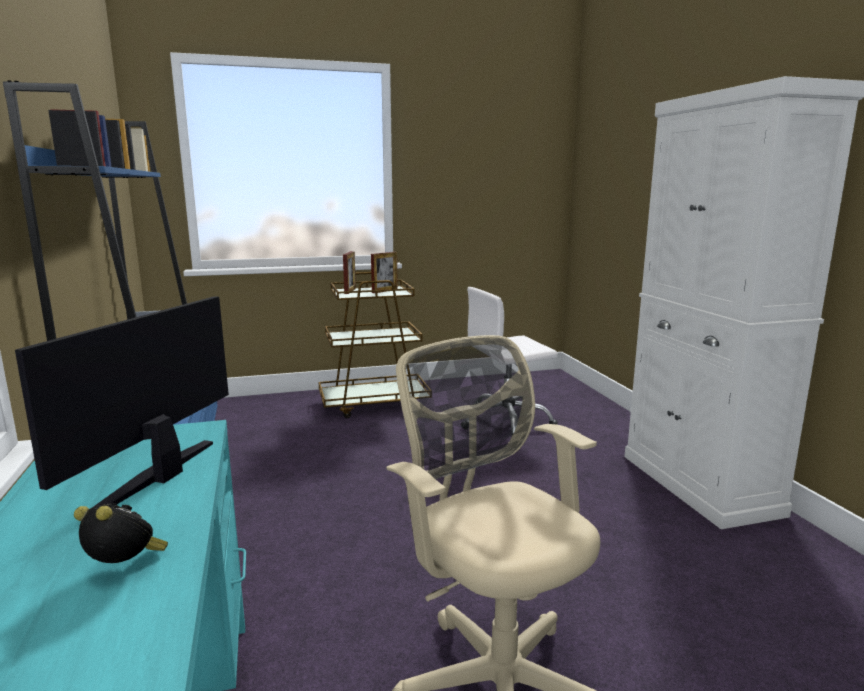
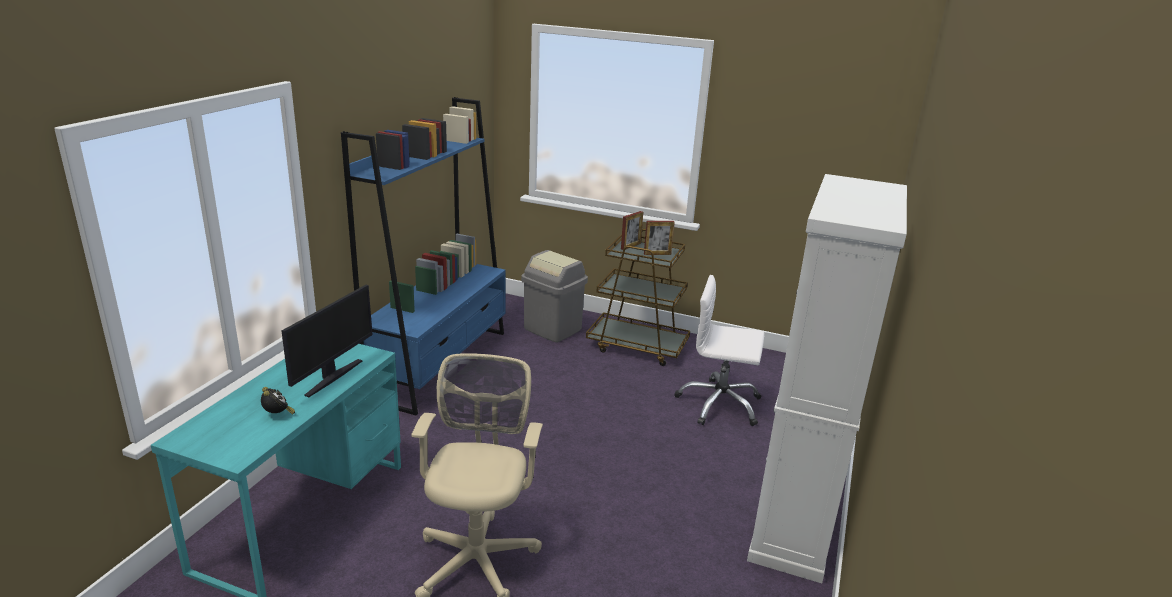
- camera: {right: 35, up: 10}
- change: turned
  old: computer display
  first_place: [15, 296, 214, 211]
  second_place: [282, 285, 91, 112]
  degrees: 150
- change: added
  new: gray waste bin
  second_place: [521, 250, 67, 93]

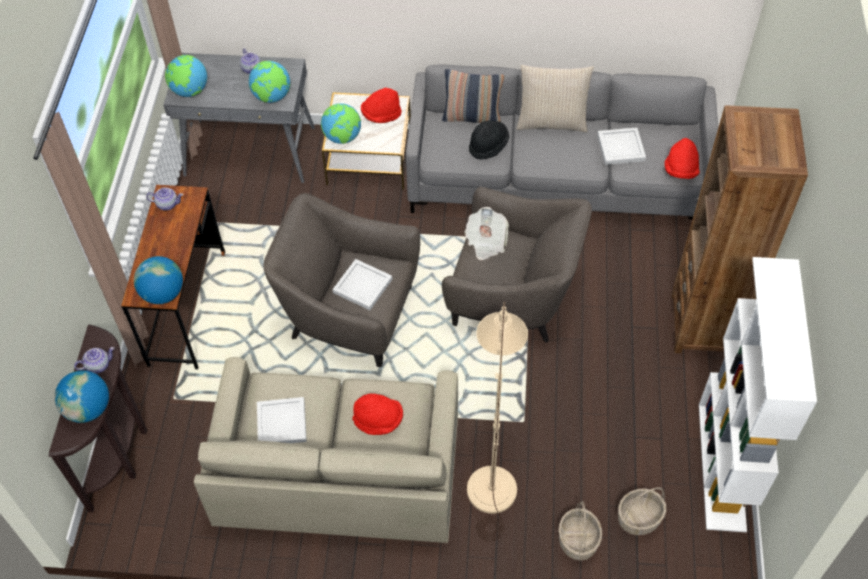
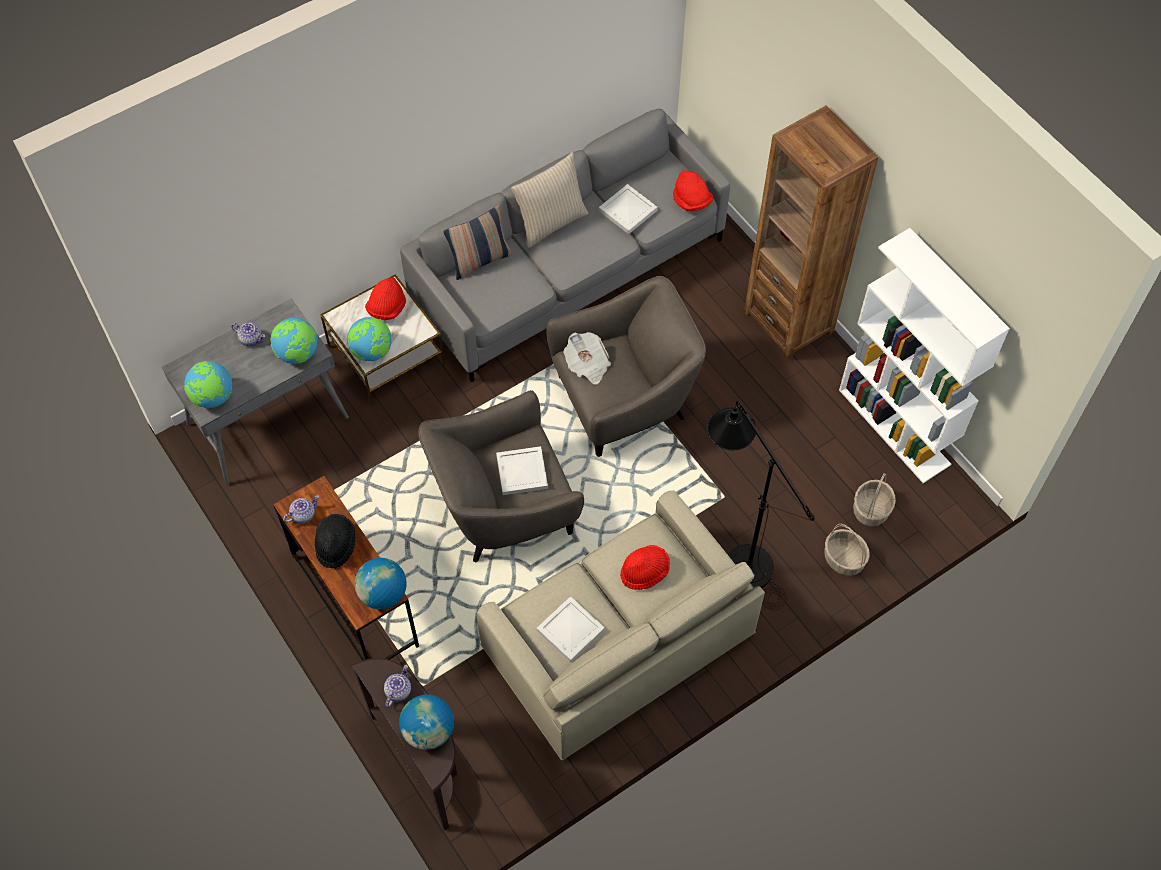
- camera: {right: -40, up: 5}
- change: moved
  old: black-coloured wearable hat
  first_place: [469, 120, 40, 40]
  second_place: [314, 514, 41, 55]
- change: recoloured
  old: beige-coloured standard lamp
  new: black-coloured standard lamp
  first_place: [467, 302, 61, 239]
  second_place: [707, 401, 108, 209]

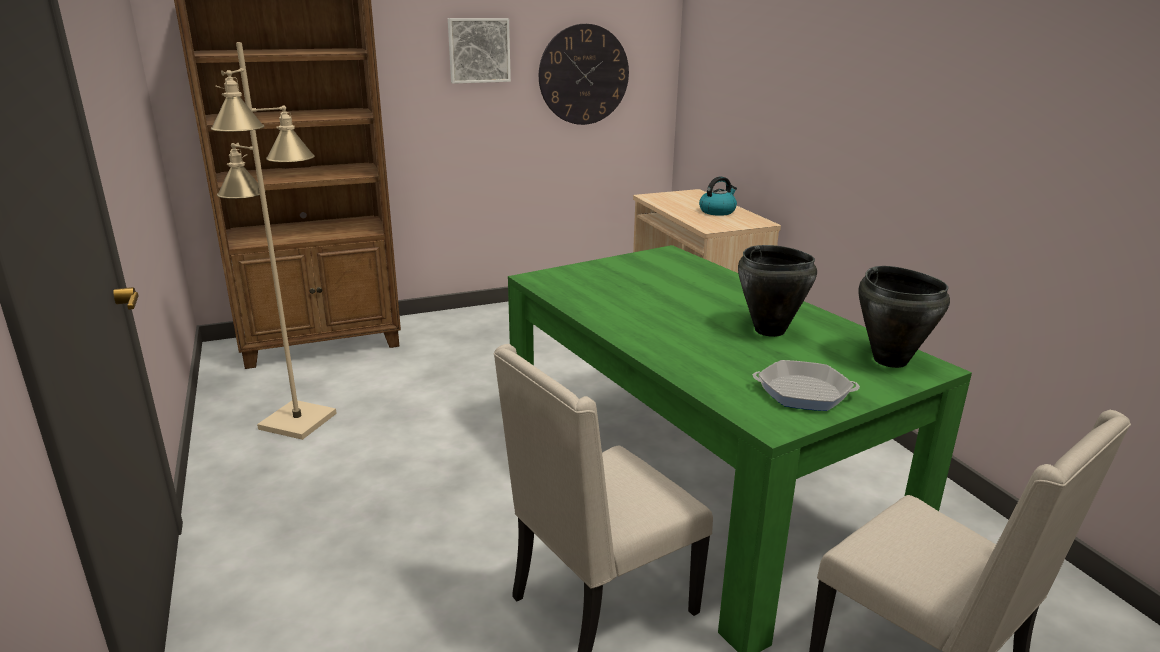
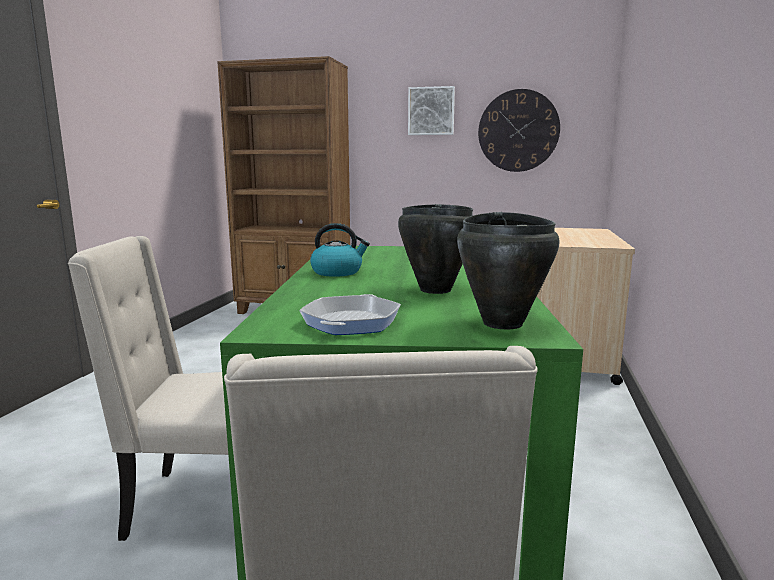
- camera: {right: 35, up: -10}
- change: removed
  old: beige-coloured standard lamp
  first_place: [211, 42, 126, 398]
- change: moved
  old: kettle
  first_place: [699, 176, 38, 40]
  second_place: [310, 223, 60, 54]
- change: turned
  old: frying pan
  first_place: [753, 360, 107, 51]
  second_place: [299, 294, 102, 41]
  degrees: -120

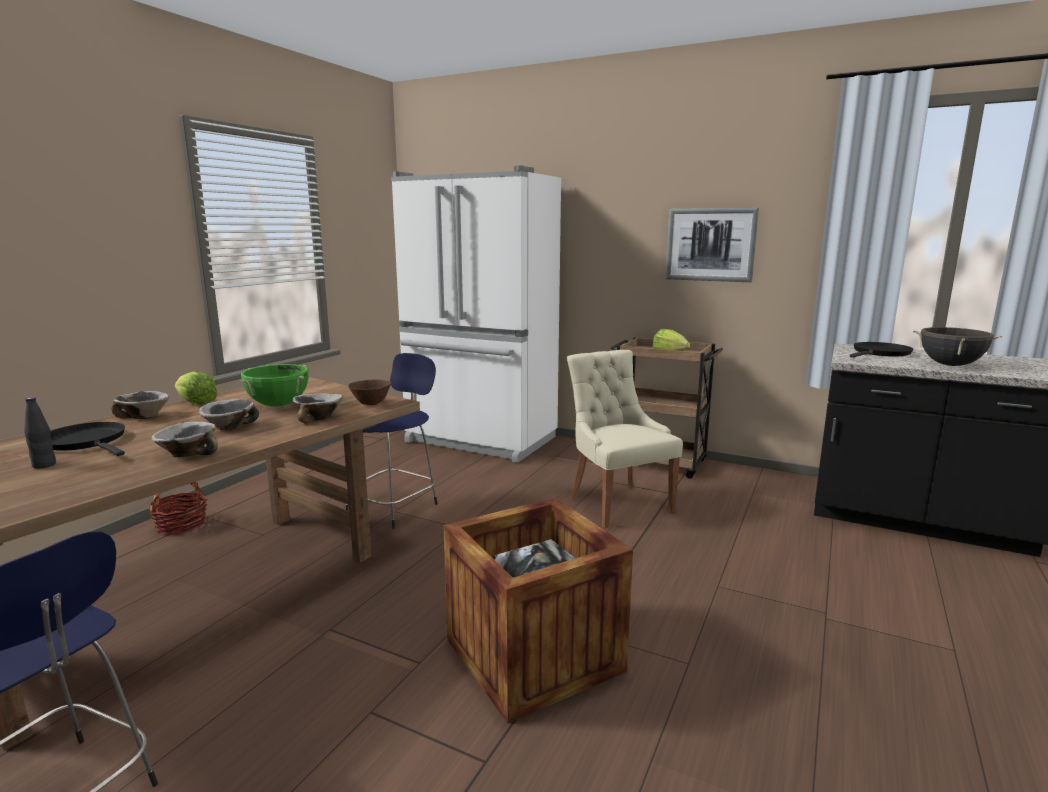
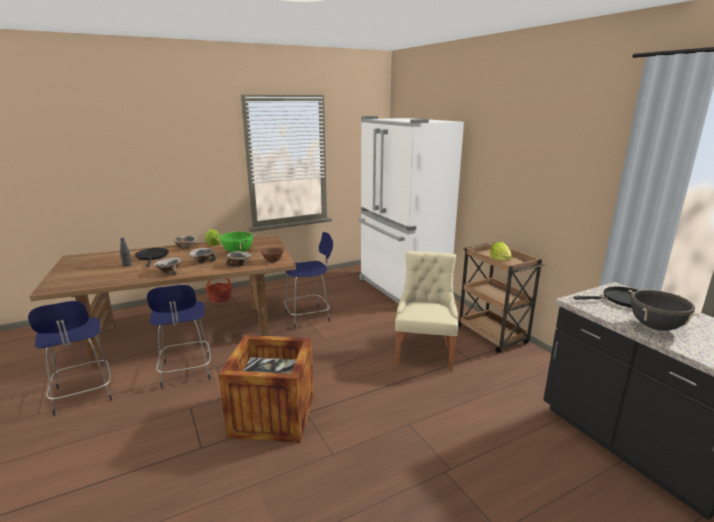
- camera: {right: 35, up: 5}
- change: removed
  old: picture
  first_place: [665, 208, 94, 74]
- change: added
  new: blue-coloured sitting stool
  second_place: [147, 285, 64, 103]

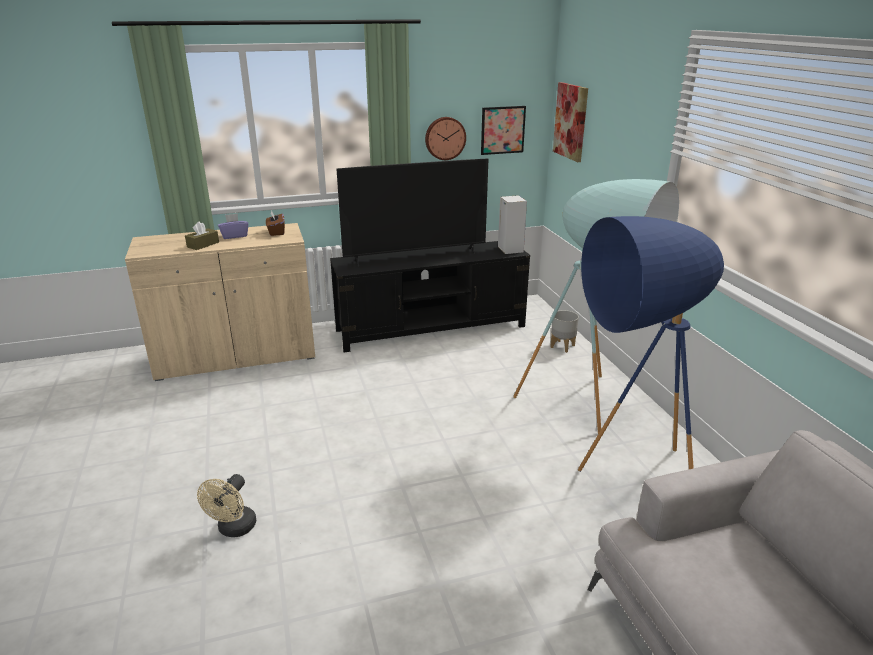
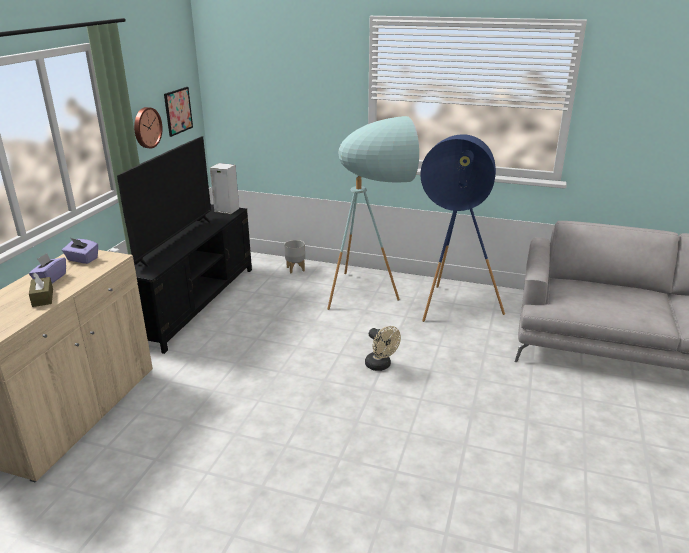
- camera: {right: -55, up: 0}
- change: removed
  old: picture
  first_place: [553, 82, 35, 80]
- change: recoloured
  old: brown box of tissues
  new: purple box of tissues
  first_place: [266, 210, 19, 26]
  second_place: [62, 238, 36, 26]
- change: moved
  old: beige-coloured cooling fan
  first_place: [197, 474, 59, 63]
  second_place: [365, 326, 36, 45]

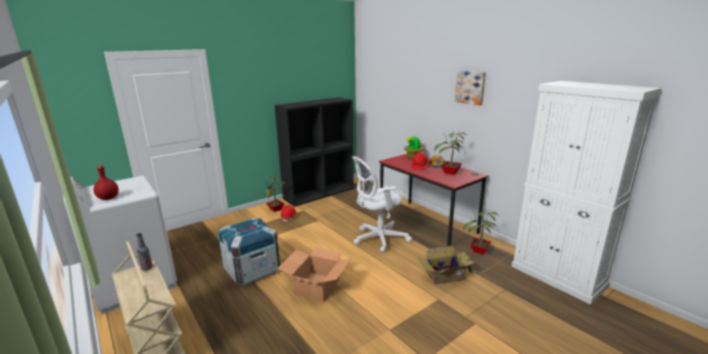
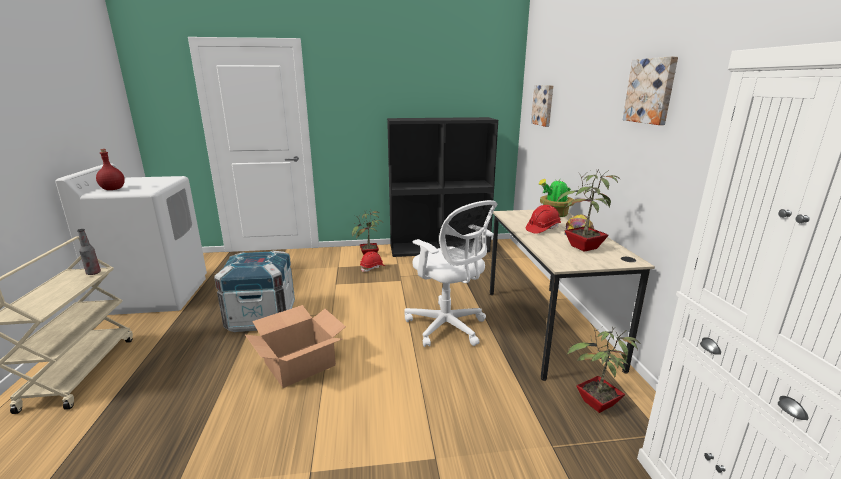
- camera: {right: 30, up: 0}
- change: recoloured
  old: red-coloured desk
  new: beige-coloured desk
  first_place: [379, 154, 110, 92]
  second_place: [490, 210, 165, 171]
- change: turned
  old: white-coloured desk chair
  first_place: [352, 156, 60, 97]
  second_place: [404, 200, 93, 147]
  degrees: -135
- change: removed
  old: carton
  first_place: [419, 245, 60, 39]
- change: added
  new: picture
  second_place: [531, 85, 23, 42]

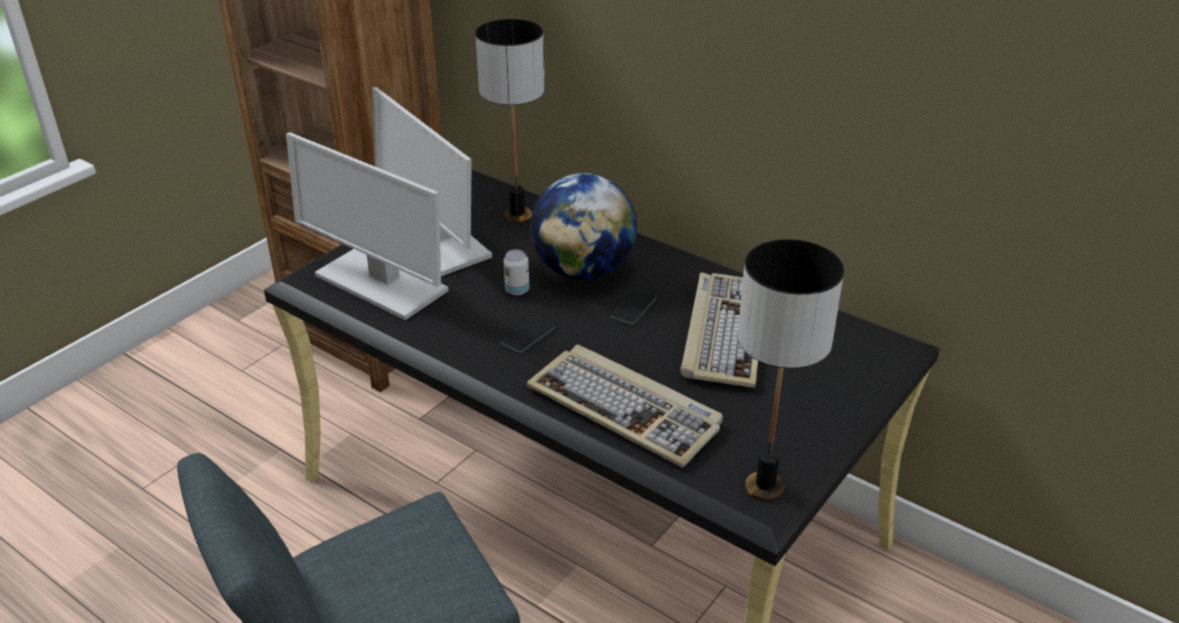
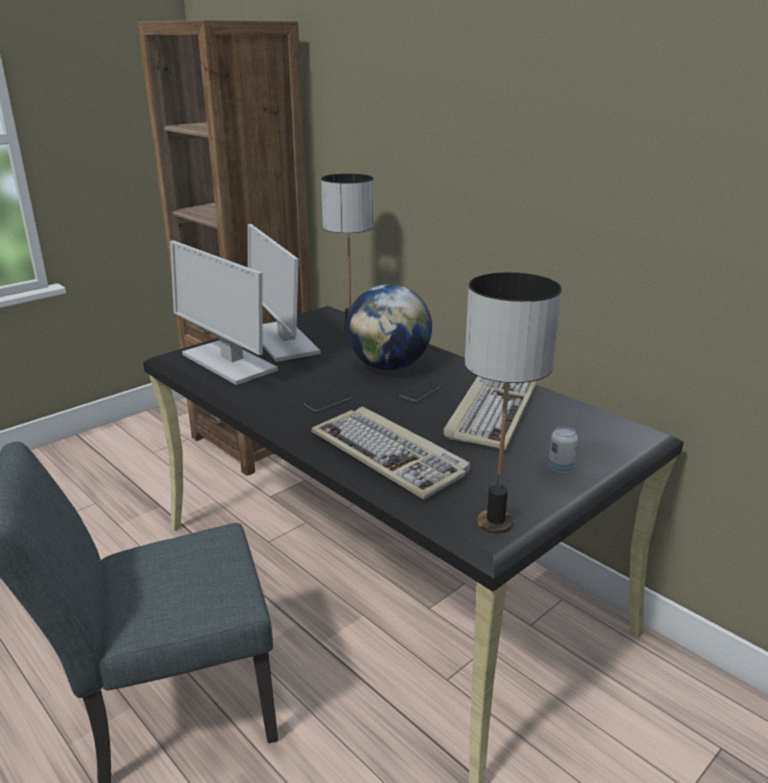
- camera: {right: 10, up: -10}
- change: moved
  old: sealed can
  first_place: [503, 249, 26, 46]
  second_place: [548, 426, 30, 48]

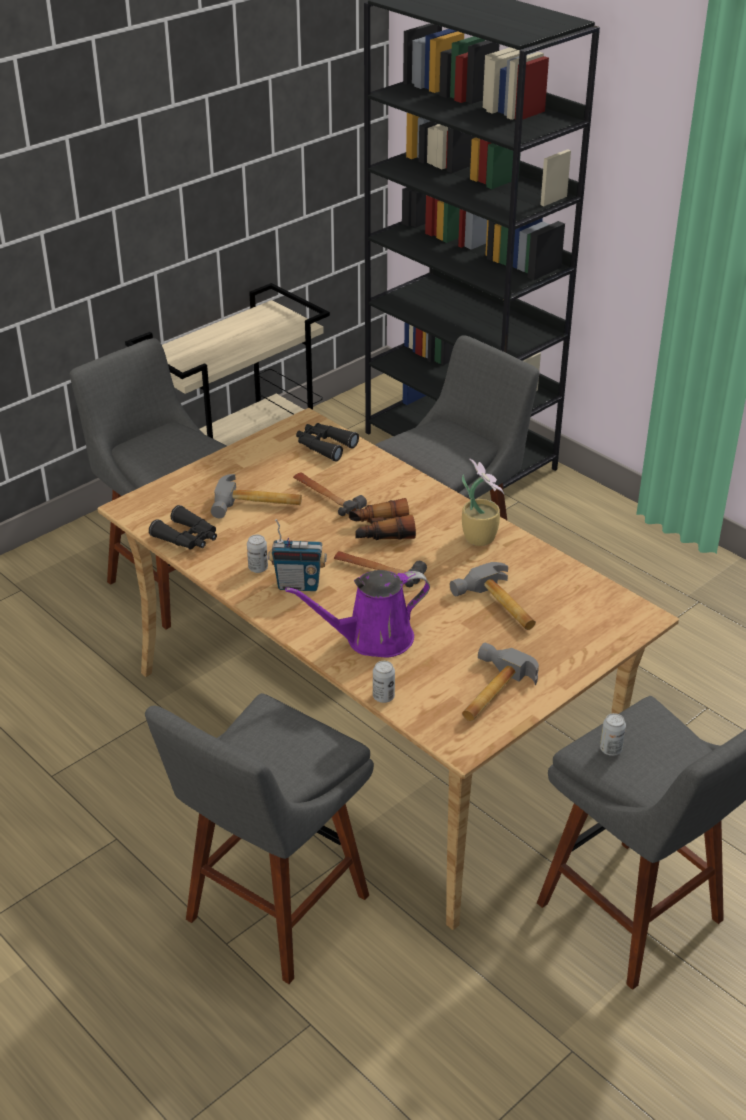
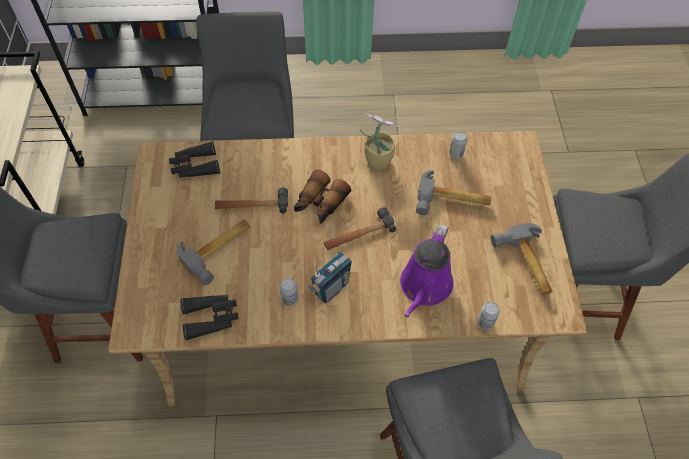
- camera: {right: -50, up: 20}
- change: moved
  old: sealed can
  first_place: [600, 713, 26, 43]
  second_place: [449, 131, 18, 28]

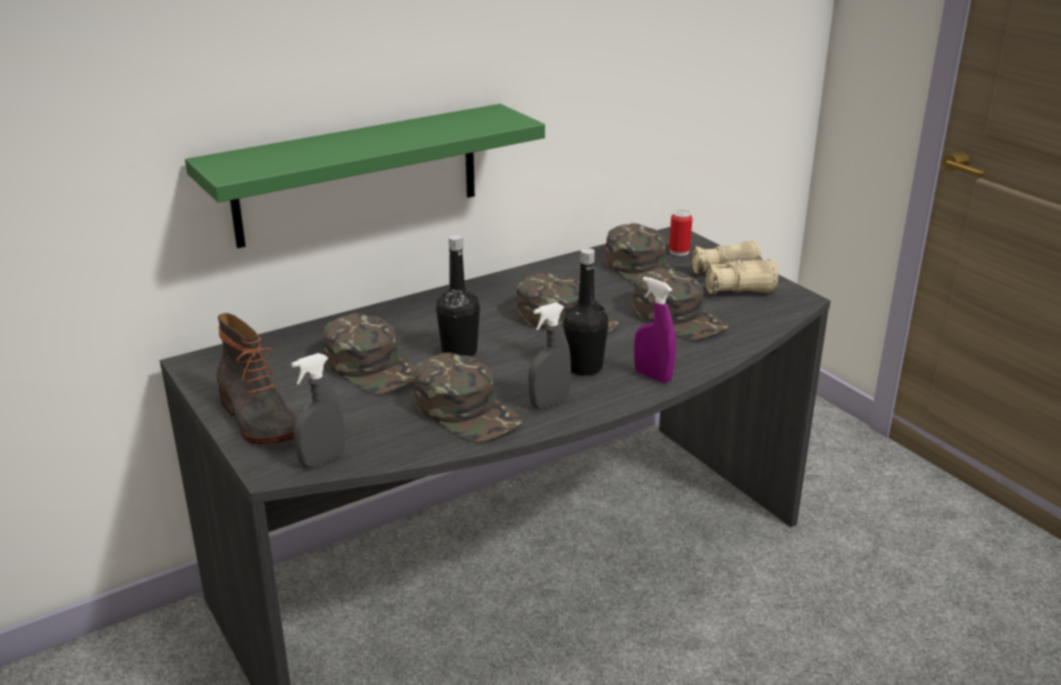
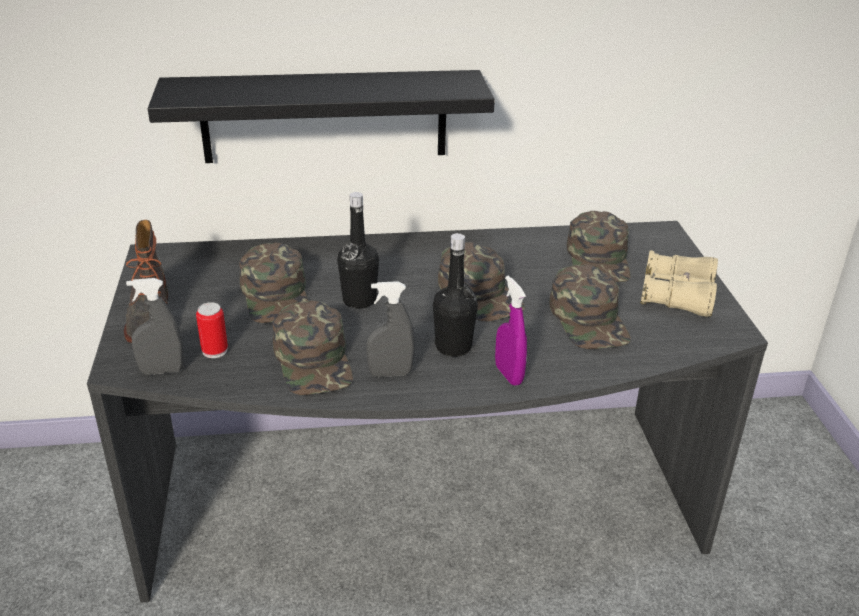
- camera: {right: 25, up: 5}
- change: recoloured
  old: green-coloured bracket shelf
  new: black-coloured bracket shelf
  first_place: [185, 104, 360, 144]
  second_place: [148, 70, 347, 93]
- change: moved
  old: sealed can
  first_place: [669, 210, 23, 46]
  second_place: [196, 302, 32, 56]

